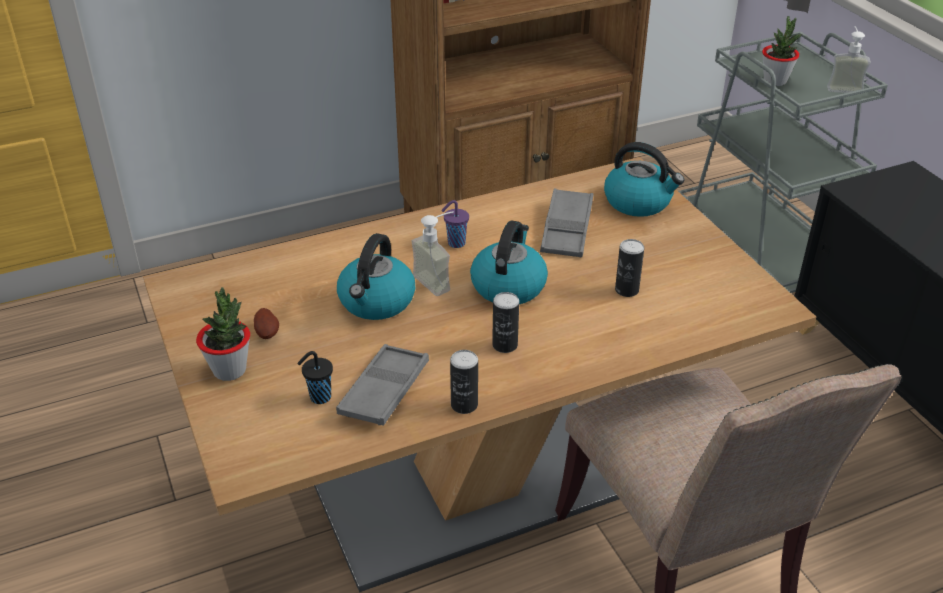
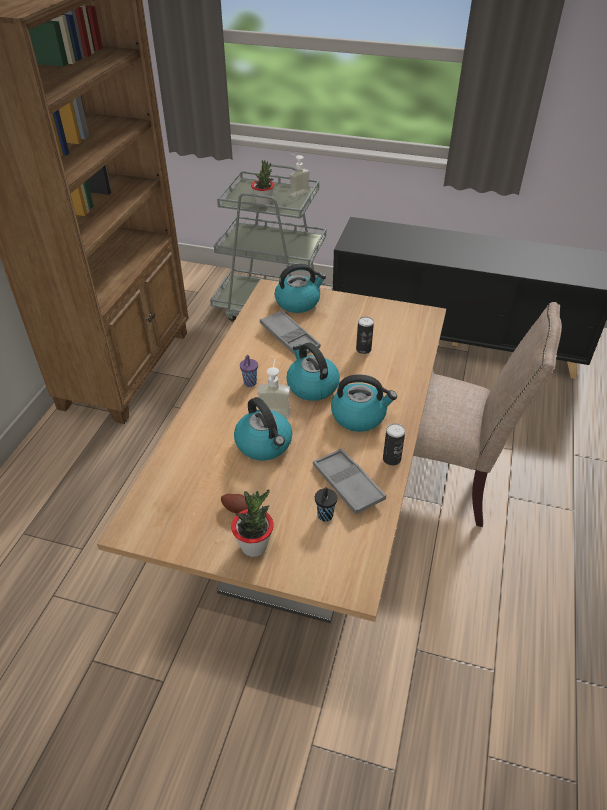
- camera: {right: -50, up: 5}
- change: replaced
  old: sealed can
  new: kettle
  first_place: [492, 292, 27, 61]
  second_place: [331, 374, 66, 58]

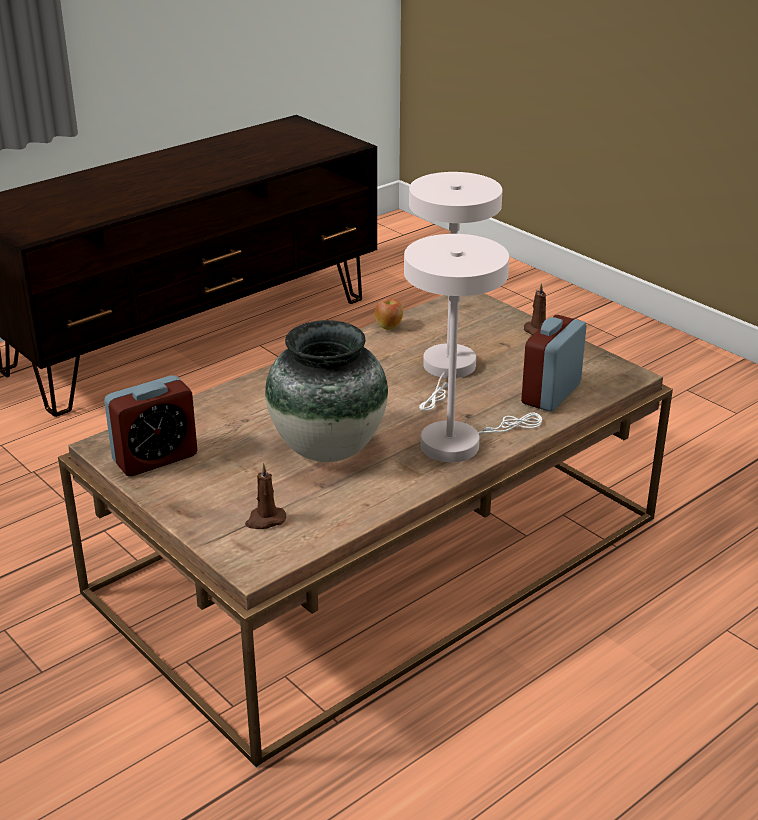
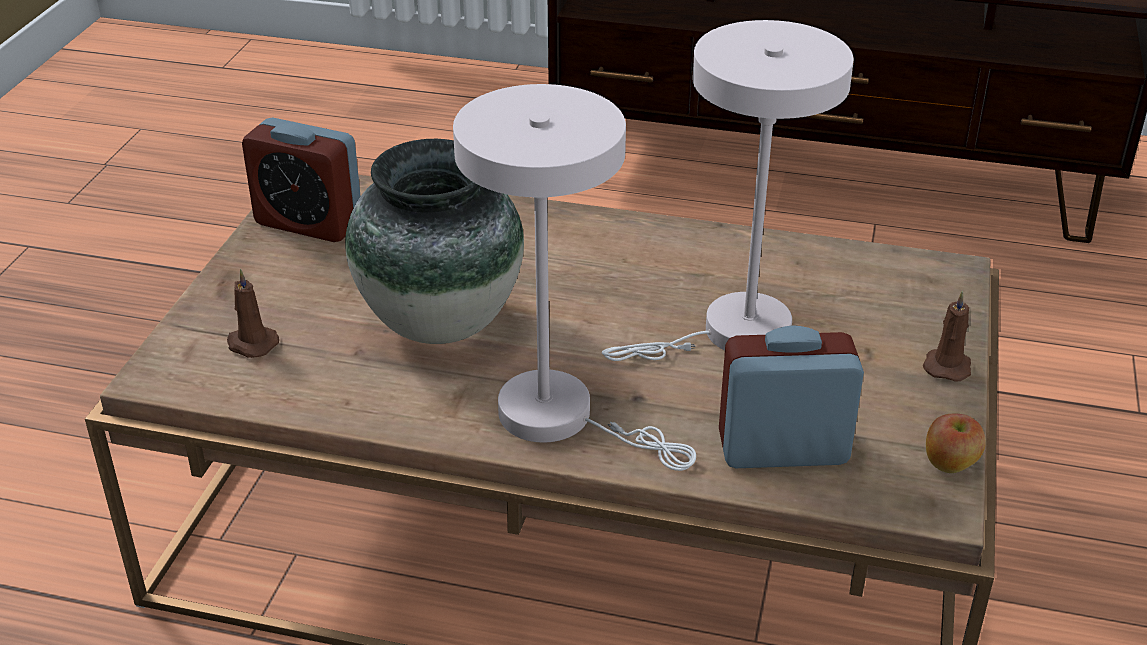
- camera: {right: 55, up: 5}
- change: moved
  old: whole apple
  first_place: [375, 298, 28, 32]
  second_place: [926, 414, 60, 59]

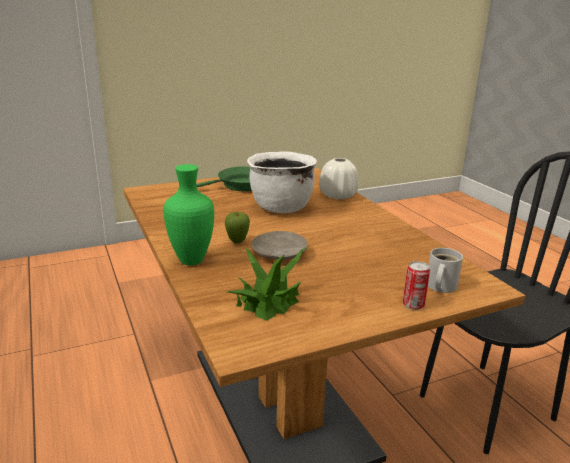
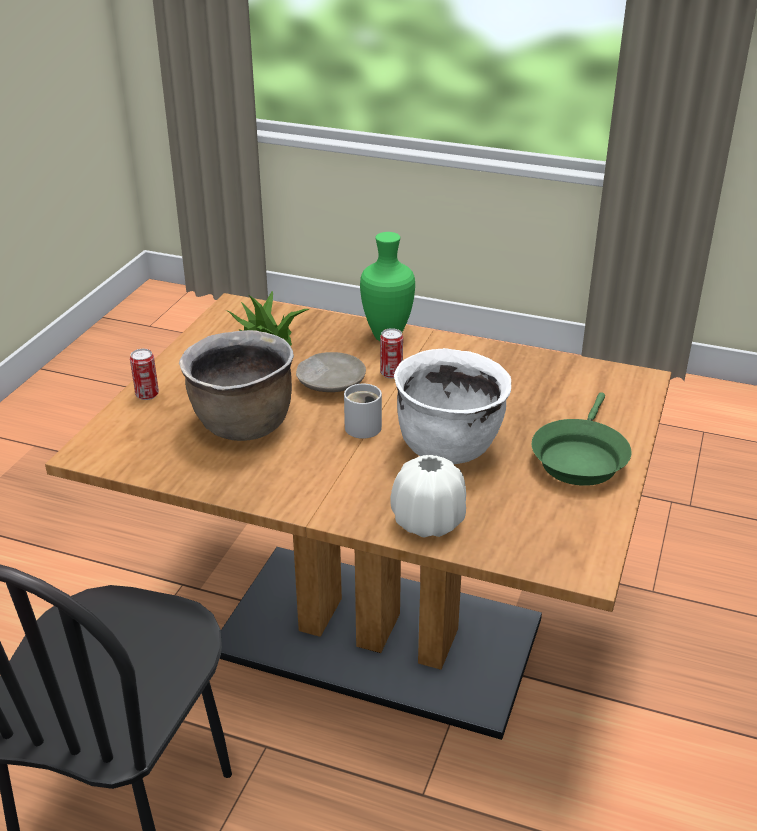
- camera: {right: 135, up: 10}
- change: replaced
  old: whole apple
  new: sealed can
  first_place: [224, 212, 26, 31]
  second_place: [380, 328, 23, 51]
- change: moved
  old: white-coloured mug
  first_place: [428, 248, 35, 45]
  second_place: [344, 384, 38, 55]
- change: added
  new: brown cooking pot
  second_place: [179, 330, 115, 111]

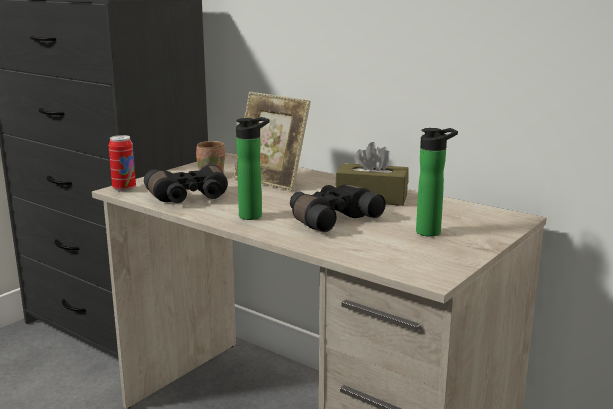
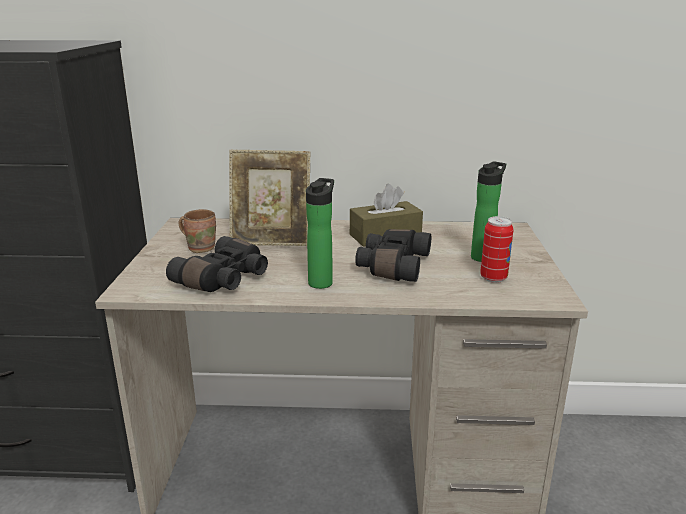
- camera: {right: -35, up: 5}
- change: moved
  old: sealed can
  first_place: [108, 135, 28, 57]
  second_place: [480, 216, 34, 67]

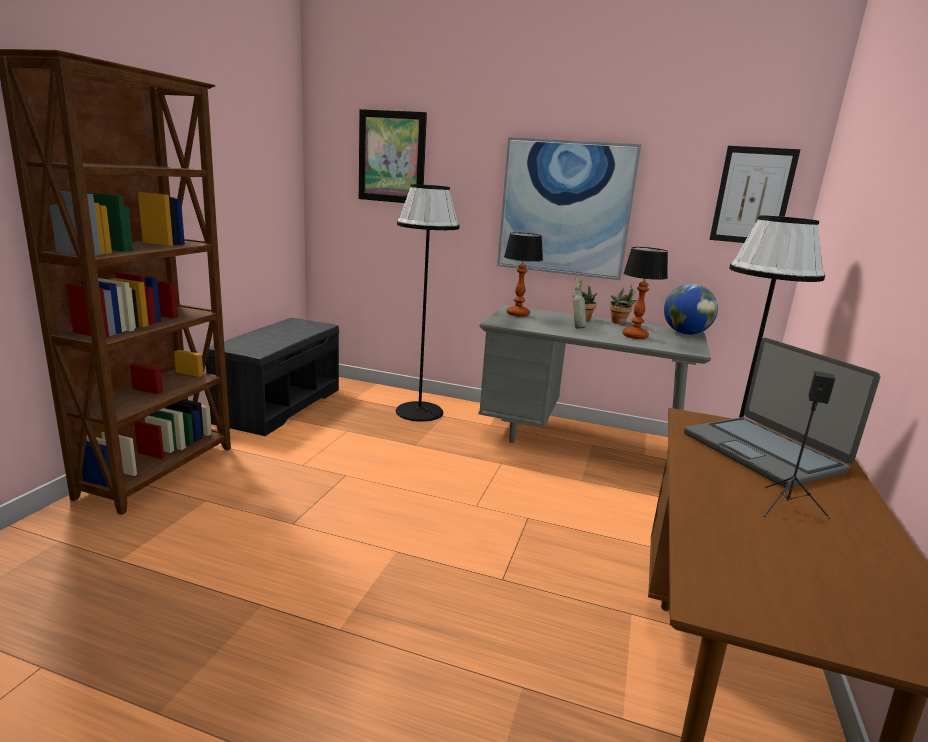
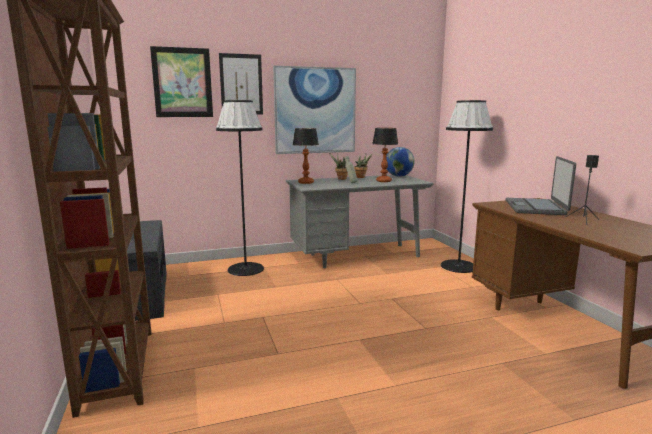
- camera: {right: -35, up: -5}
- change: moved
  old: picture
  first_place: [709, 146, 92, 97]
  second_place: [219, 53, 44, 62]
- change: turned
  old: portable computer
  first_place: [684, 338, 196, 150]
  second_place: [506, 156, 70, 59]
  degrees: 75

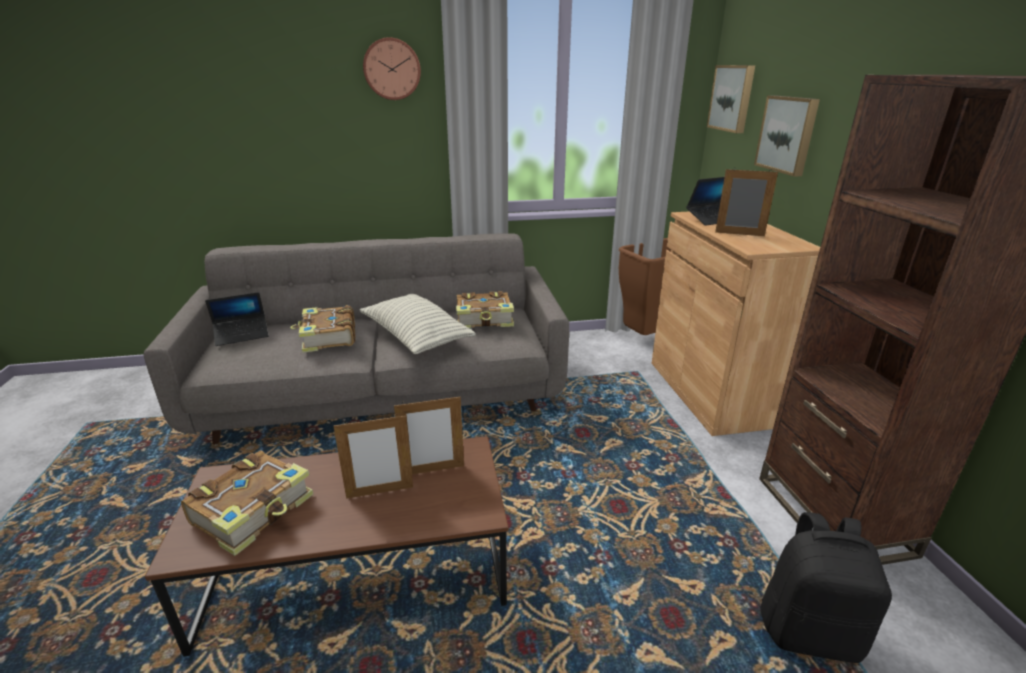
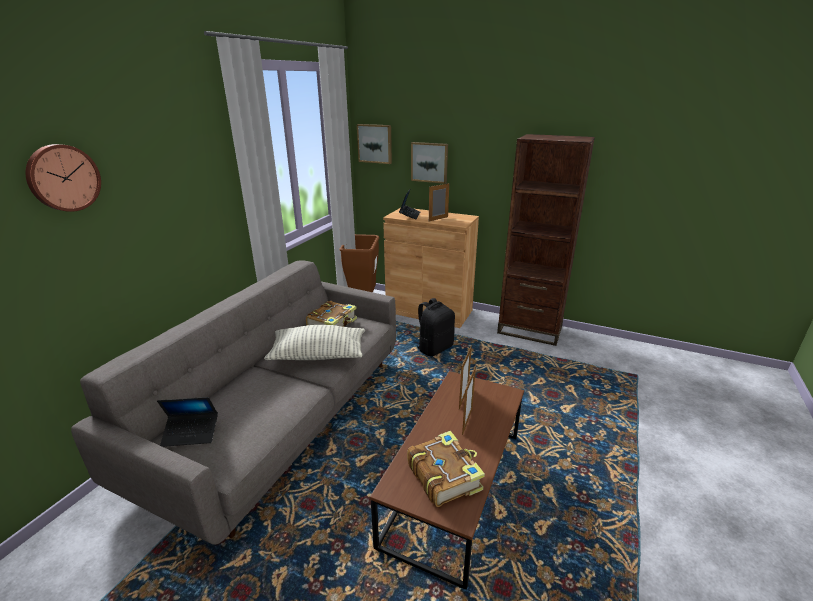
- camera: {right: -55, up: 0}
- change: moved
  old: hanging clock
  first_place: [363, 37, 58, 63]
  second_place: [25, 144, 76, 68]
- change: turned
  old: portable computer
  first_place: [205, 292, 64, 54]
  second_place: [157, 397, 61, 50]
  degrees: 75
- change: removed
  old: volume
  first_place: [290, 305, 65, 48]
- change: moved
  old: black-coloured knapsack
  first_place: [760, 512, 132, 151]
  second_place: [414, 298, 41, 58]

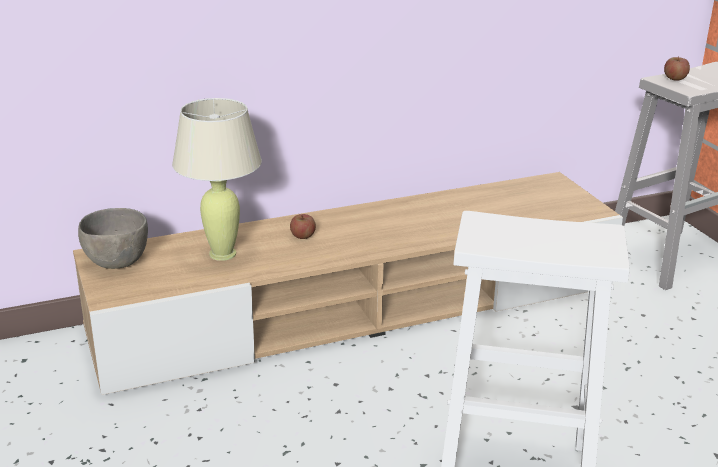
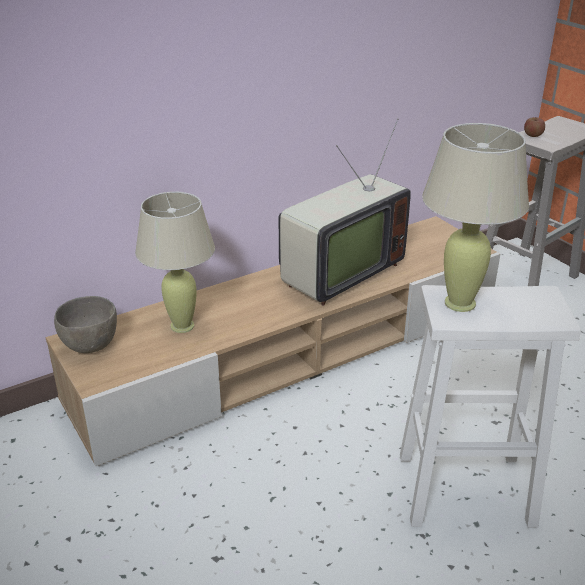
- camera: {right: -10, up: 5}
- change: removed
  old: whole apple
  first_place: [290, 214, 26, 25]
- change: added
  new: television
  second_place: [279, 118, 132, 188]
- change: added
  new: beige-coloured table lamp
  second_place: [422, 123, 107, 189]

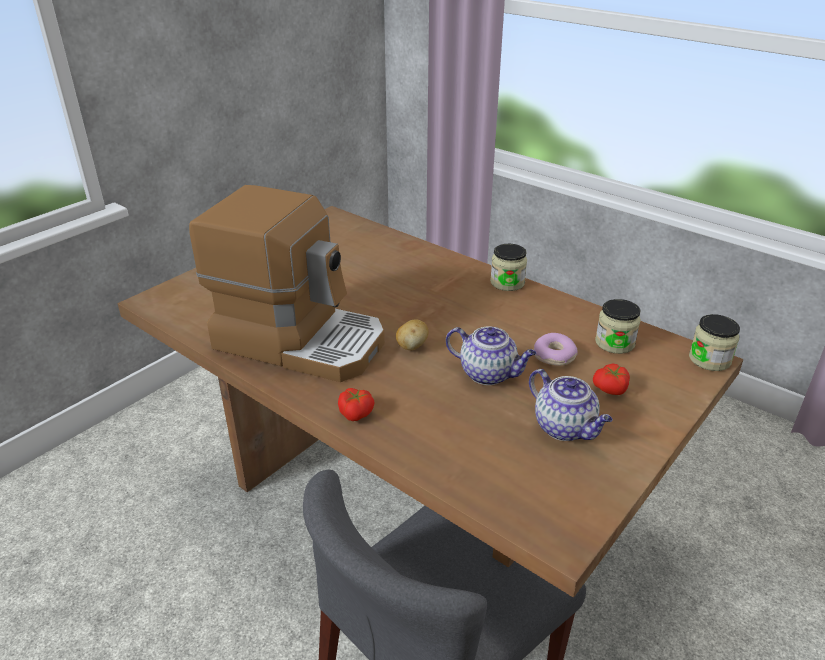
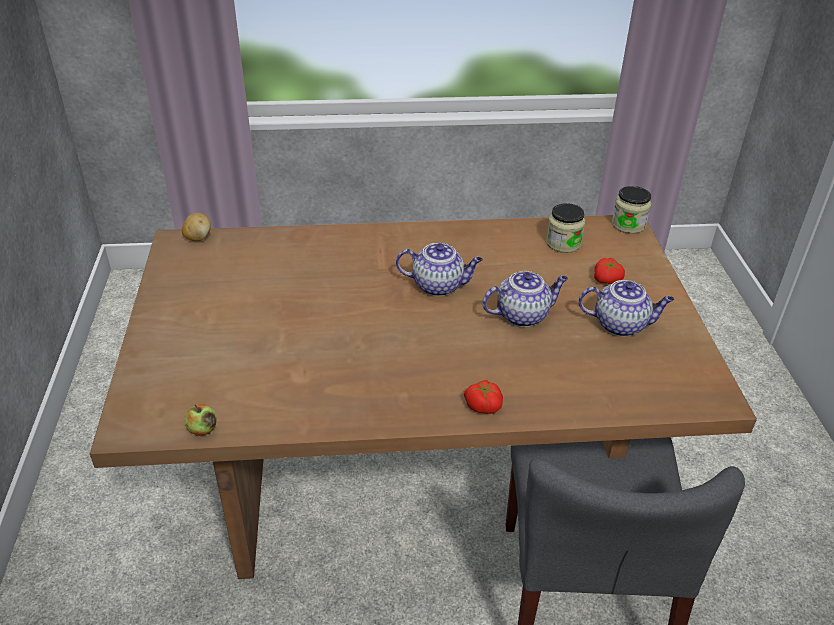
- camera: {right: -45, up: 5}
- change: removed
  old: coffee machine
  first_place: [189, 185, 196, 197]
- change: removed
  old: preserve jar
  first_place: [490, 244, 37, 47]
- change: moved
  old: potato
  first_place: [396, 319, 32, 31]
  second_place: [182, 213, 29, 28]
- change: removed
  old: ring doughnut
  first_place: [533, 333, 45, 33]
- change: added
  new: tea pot
  second_place: [396, 243, 87, 53]
- change: added
  new: whole apple
  second_place: [184, 404, 33, 32]

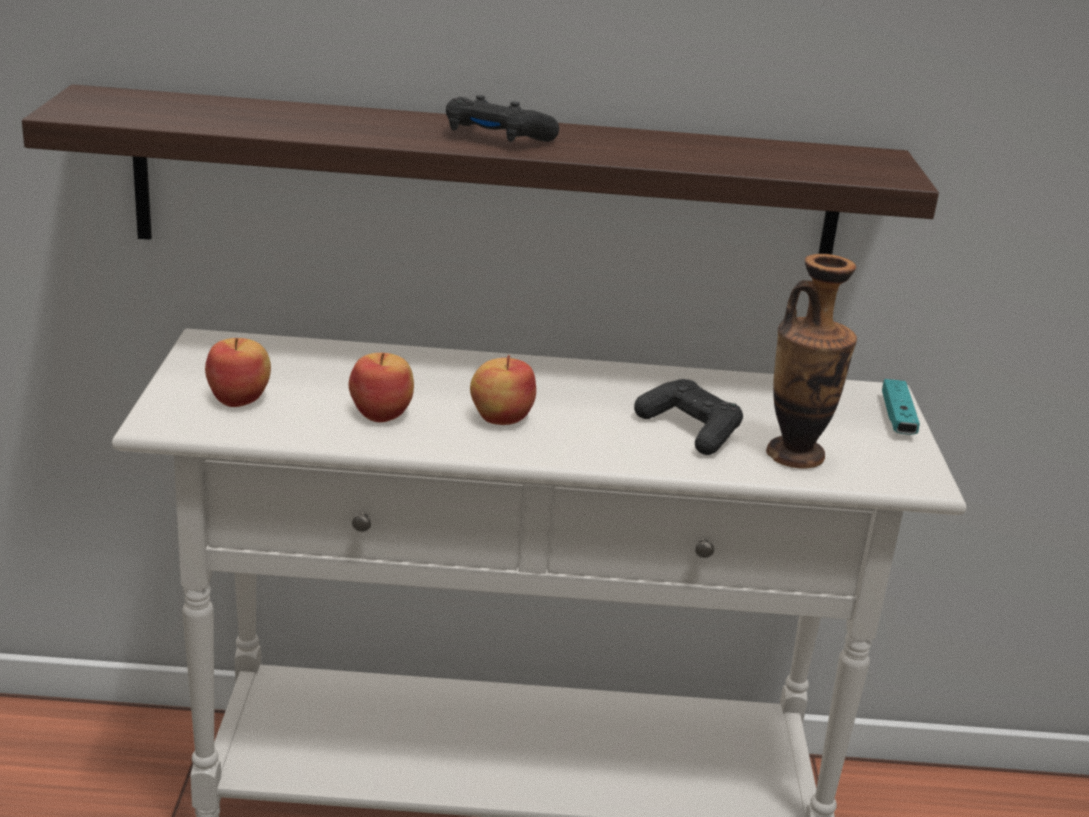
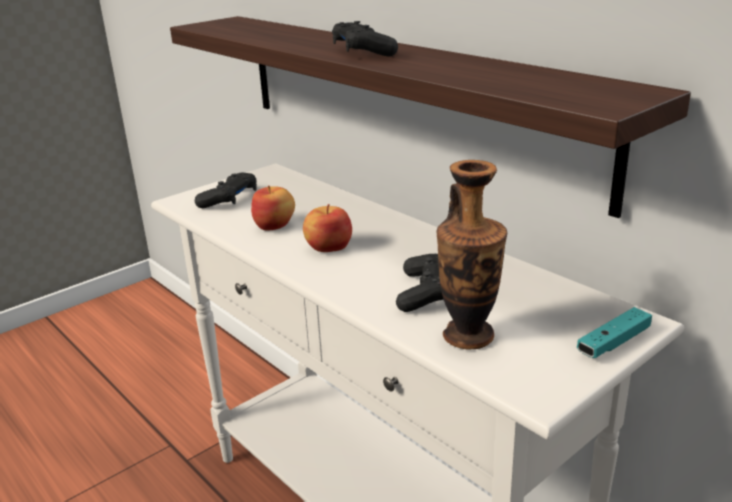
- camera: {right: 50, up: 0}
- change: replaced
  old: whole apple
  new: black-coloured game controller
  first_place: [205, 338, 66, 69]
  second_place: [195, 172, 62, 36]

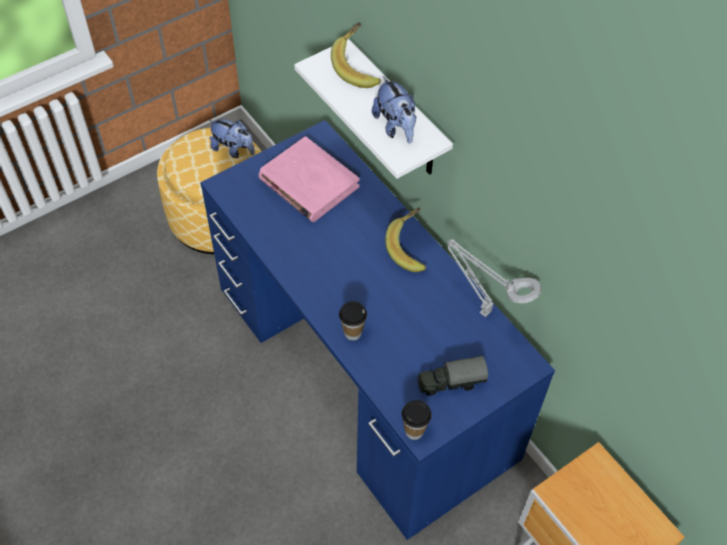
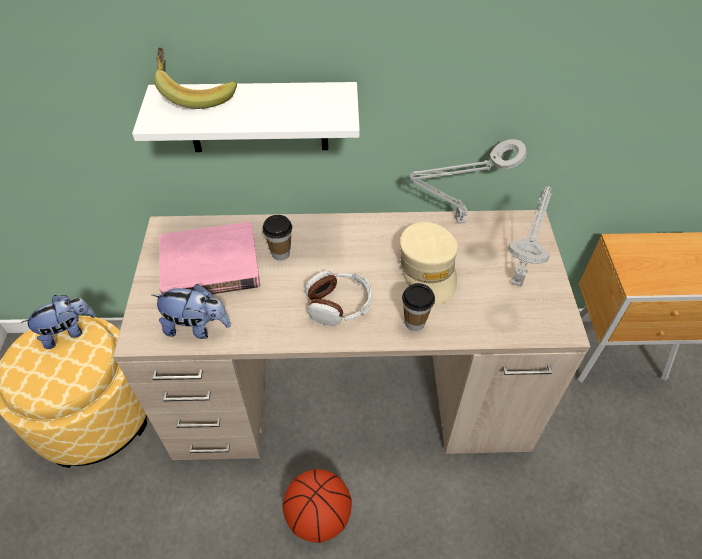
- camera: {right: -55, up: -5}
- change: moved
  old: cuddly toy
  first_place: [372, 76, 44, 68]
  second_place: [152, 284, 79, 55]
- change: recoloured
  old: blue-coloured desk
  new: beige-coloured desk
  first_place: [200, 120, 355, 420]
  second_place: [113, 210, 478, 250]
- change: removed
  old: banana
  first_place: [385, 207, 41, 65]
- change: replaced
  old: model truck
  new: gray table lamp
  first_place: [417, 356, 71, 40]
  second_place: [508, 186, 44, 101]
- change: moved
  old: small cup
  first_place: [402, 400, 30, 40]
  second_place: [262, 215, 30, 46]
- change: added
  new: beige-coloured cap
  second_place: [400, 222, 58, 82]
- change: added
  new: headphones
  second_place: [305, 270, 67, 56]
- change: added
  new: basketball
  second_place: [283, 469, 69, 74]

